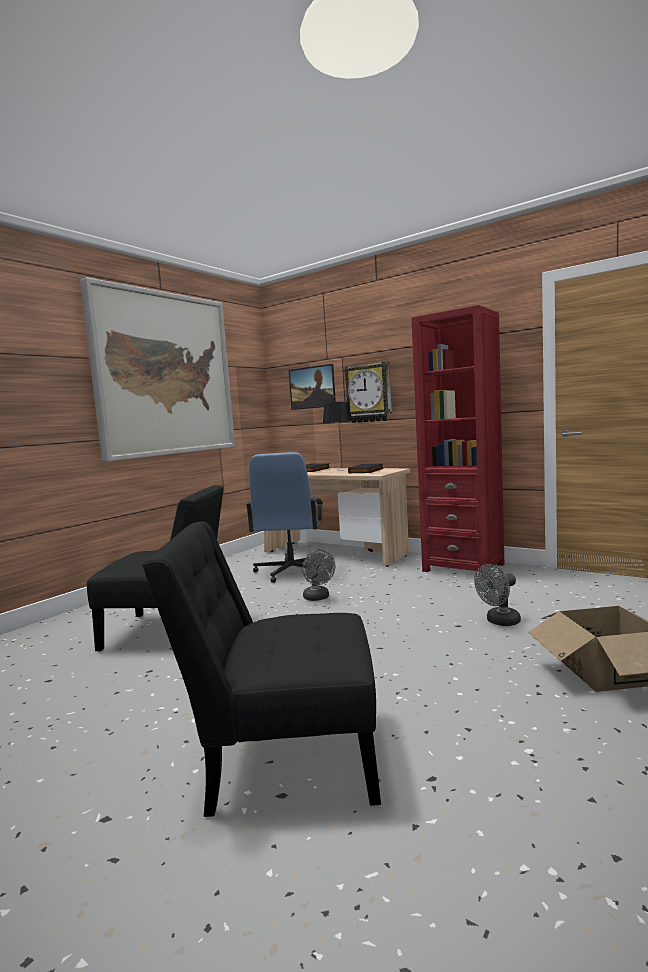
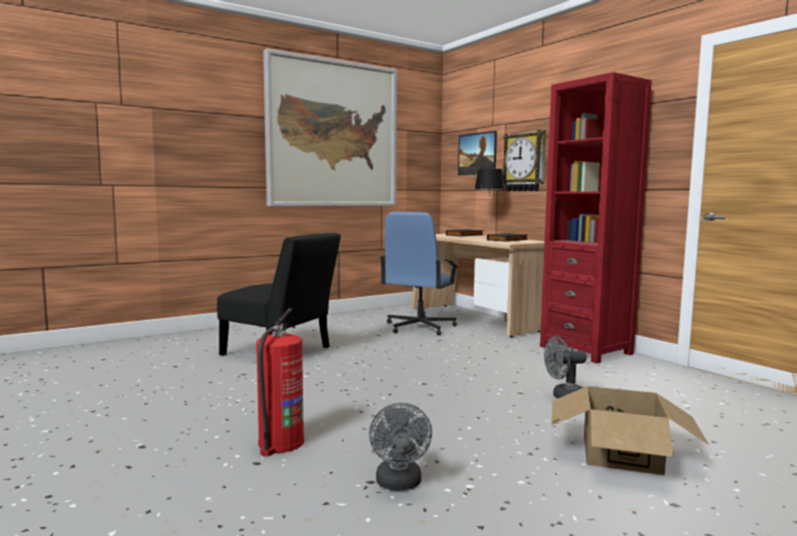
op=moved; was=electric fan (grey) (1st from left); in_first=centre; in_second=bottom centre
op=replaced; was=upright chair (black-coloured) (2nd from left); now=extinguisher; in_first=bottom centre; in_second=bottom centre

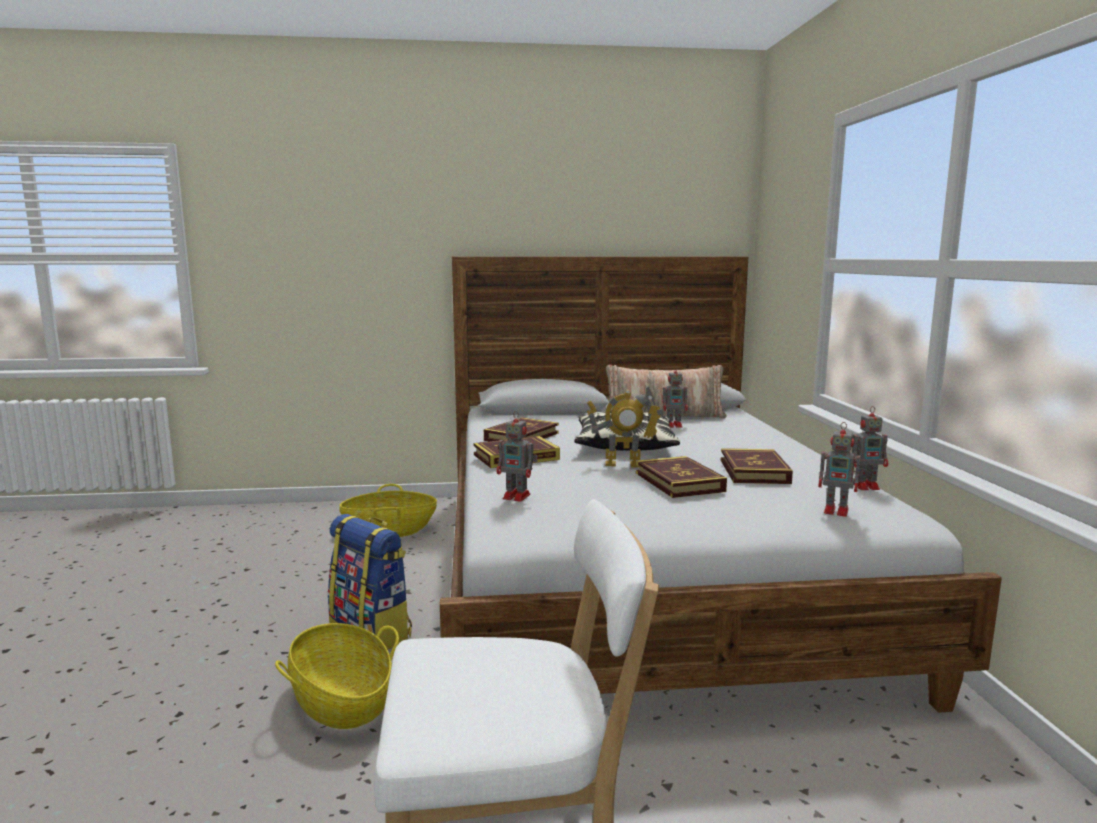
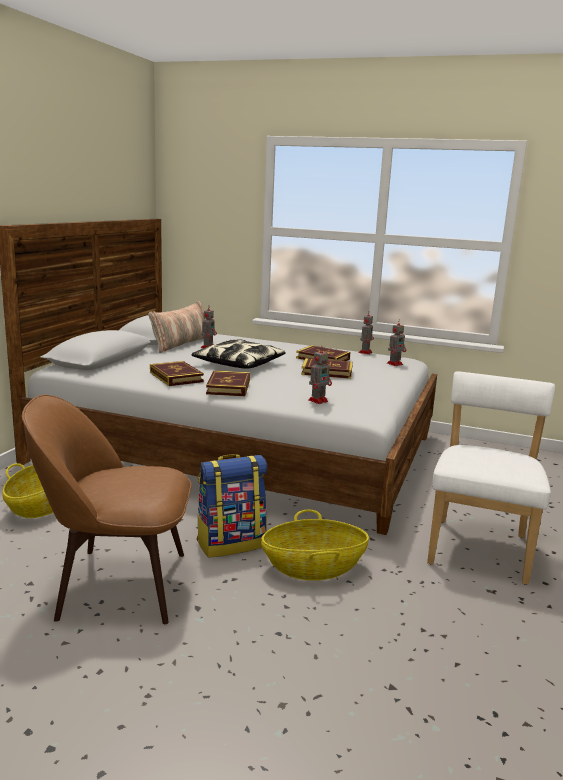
op=removed; was=toy robot (2nd from left); in_first=centre
op=added; now=upright chair (brown); in_second=middle left

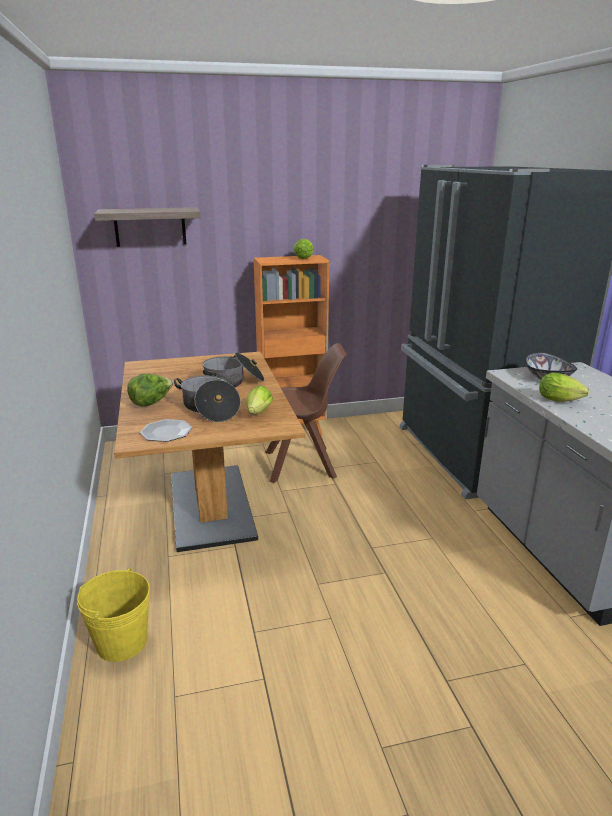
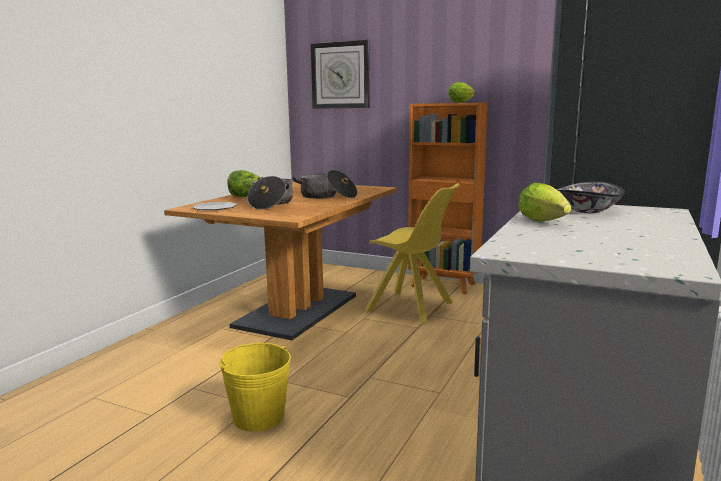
op=removed; was=head of lettuce (2nd from left); in_first=centre
op=moved; was=pail (yellowish); in_first=bottom left; in_second=bottom centre
op=replaced; was=shelf; now=clock on the wall; in_first=top left; in_second=top centre
op=recoloured; was=upright chair (brown); now=upright chair (yellowish); in_first=centre; in_second=centre

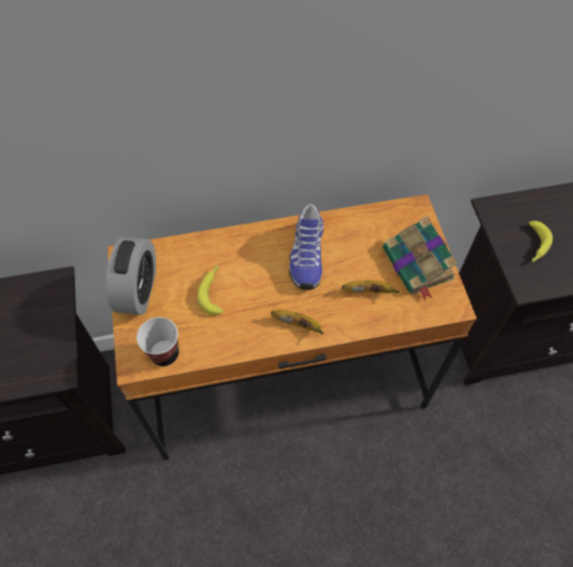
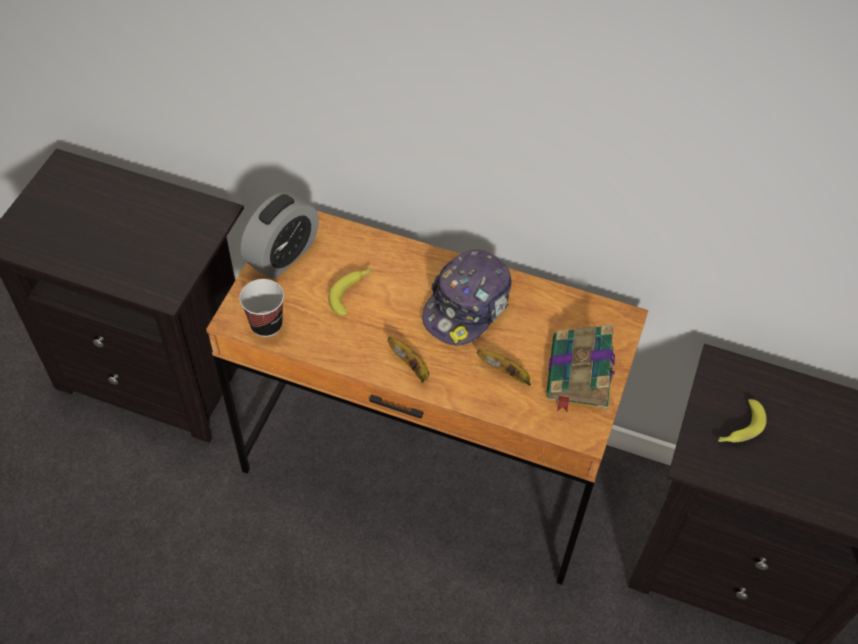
op=replaced; was=shoe; now=cap; in_first=centre; in_second=centre

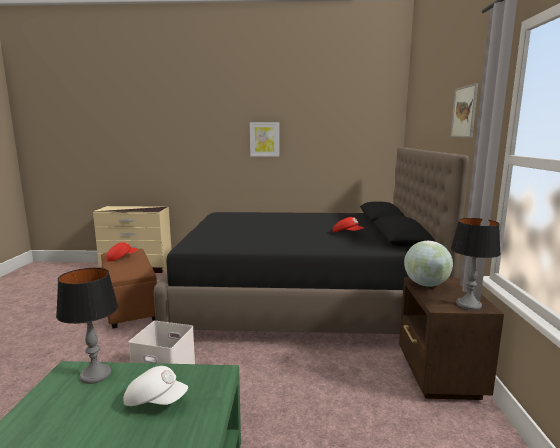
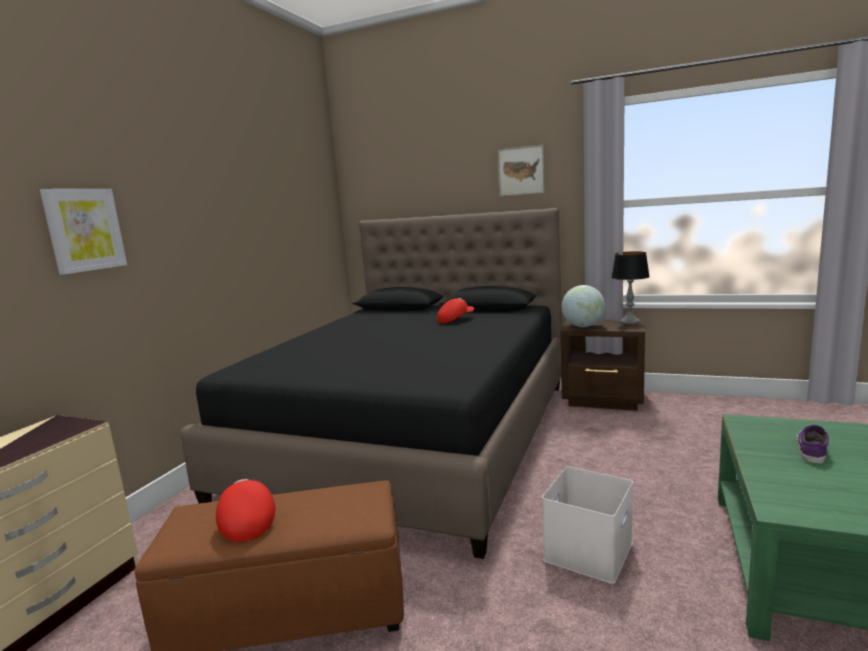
op=removed; was=tabletop lamp (1st from left); in_first=bottom left
op=moved; was=wall art (1st from left); in_first=top centre; in_second=middle left
op=replaced; was=cap (white-coloured); now=shoe (purple); in_first=bottom left; in_second=bottom right

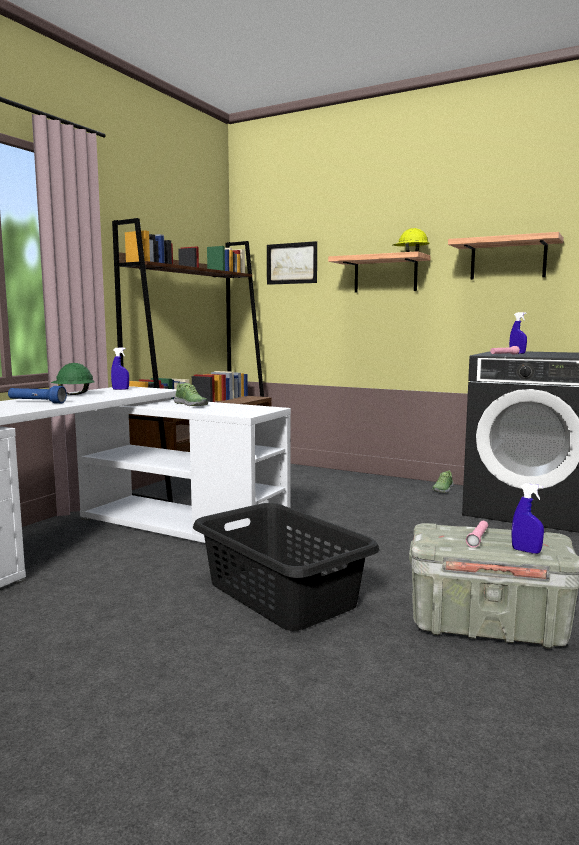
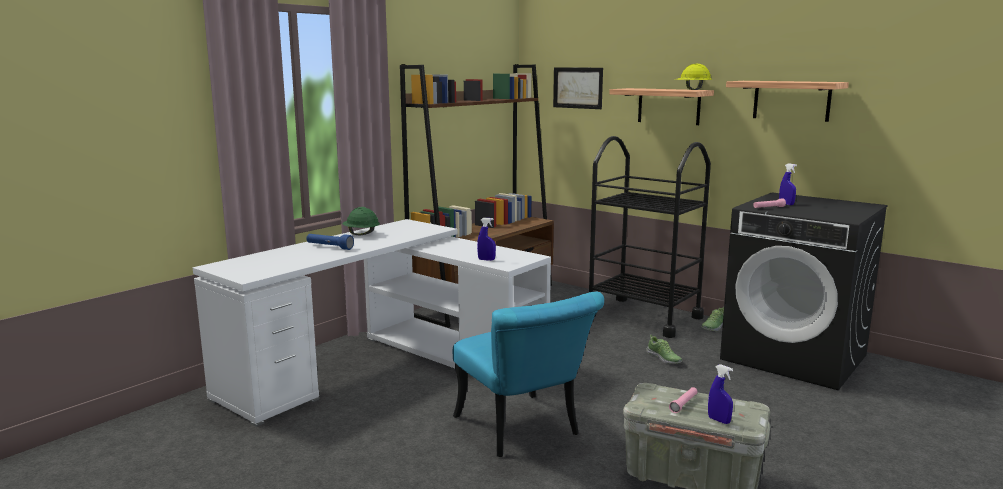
op=added; now=trolley (black-coloured); in_second=centre
op=moved; was=hand sprayer (blue-coloured) (1st from left); in_first=middle left; in_second=centre
op=moved; was=shoe (1st from left); in_first=middle left; in_second=bottom centre
op=replaced; was=laundry basket (black-coloured); now=upright chair (blue-green); in_first=bottom centre; in_second=bottom centre

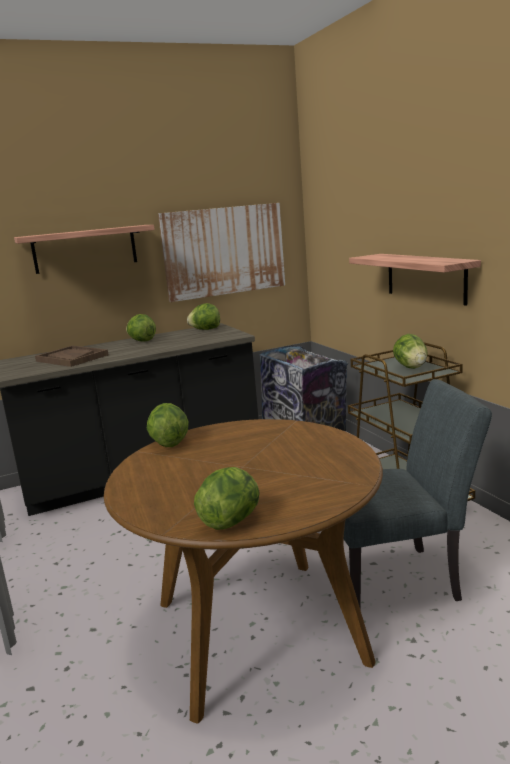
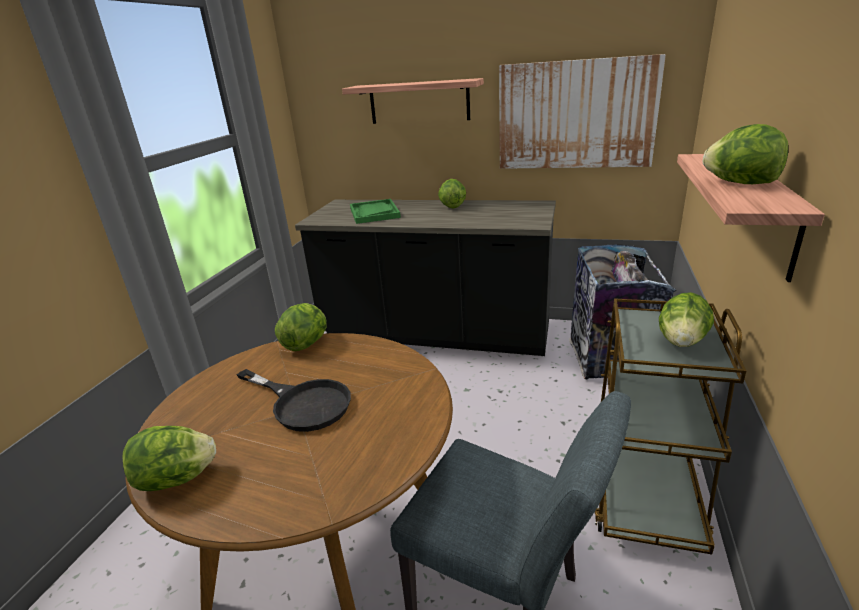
op=added; now=frying pan (black-coloured); in_second=centre
op=moved; was=head of lettuce (3rd from left in the first image); now=head of lettuce (5th from left); in_first=centre; in_second=top right
op=recoloured; was=carrying tray (brown); now=carrying tray (greenish); in_first=middle left; in_second=centre

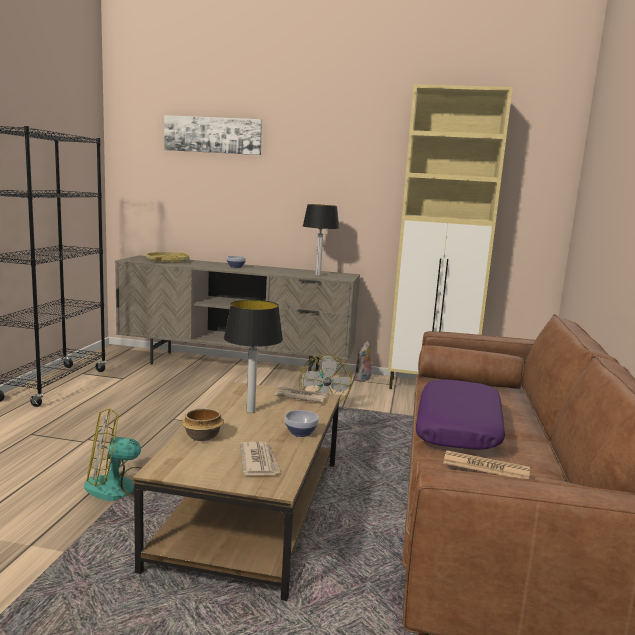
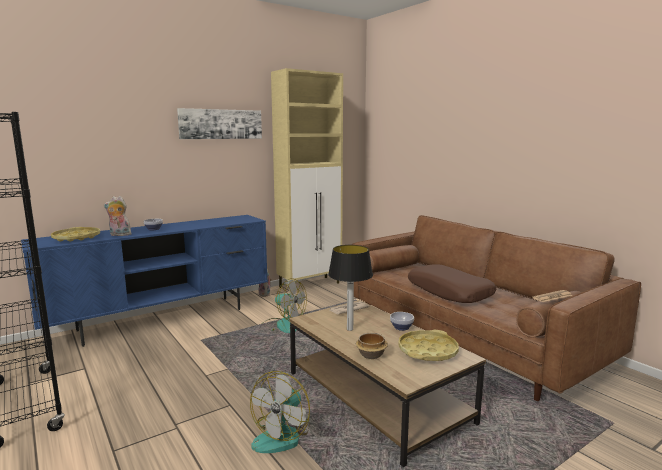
op=removed; was=tabletop lamp (2nd from left); in_first=centre
op=added; now=soft toy (1st from left); in_second=middle left
op=moved; was=wall art; in_first=top centre; in_second=top left
op=replaced; was=newspaper (1st from left); now=carrying tray (yellowish) (2nd from left); in_first=bottom centre; in_second=bottom centre
op=recoloured; was=media console (sand-coloured); now=media console (blue-coloured); in_first=centre; in_second=middle left
op=recoloured; was=cushion (purple); now=cushion (brown); in_first=middle right; in_second=middle right

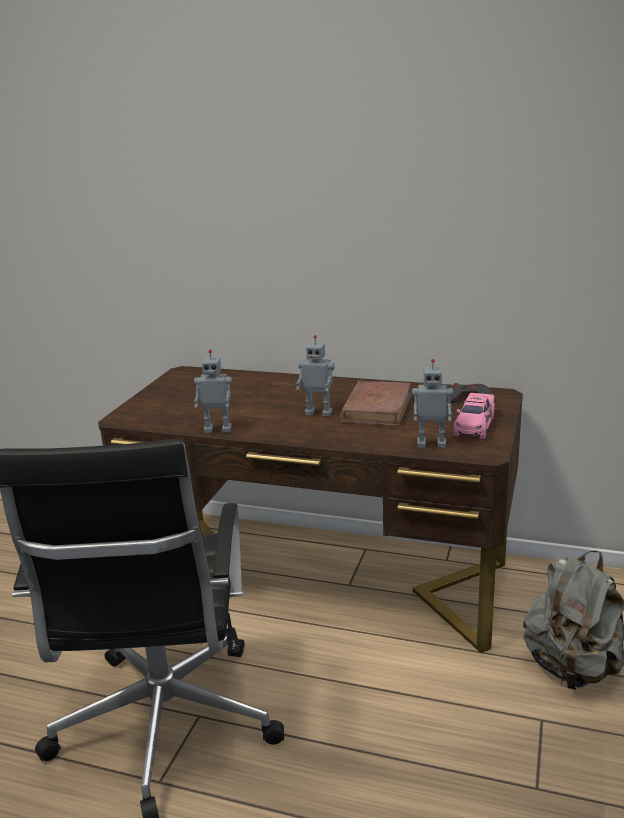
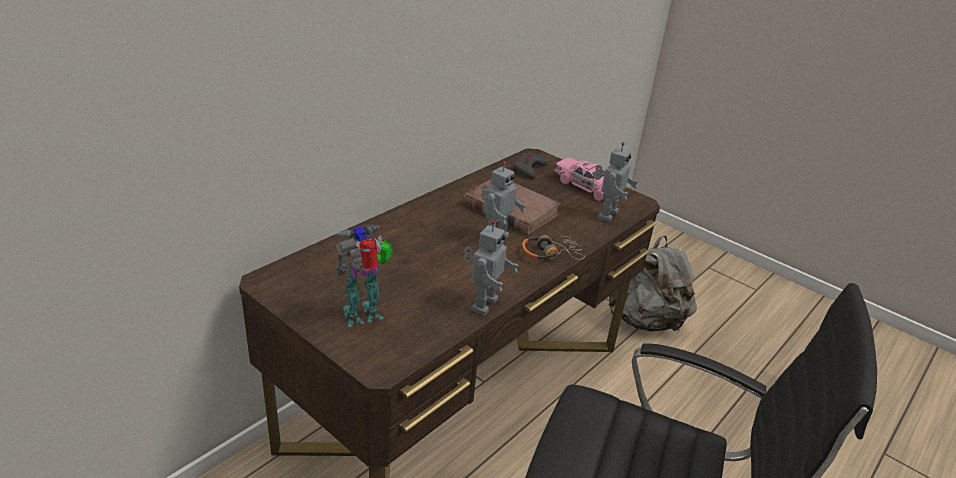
op=added; now=toy robot (1st from left); in_second=centre
op=added; now=pair of headphones; in_second=centre

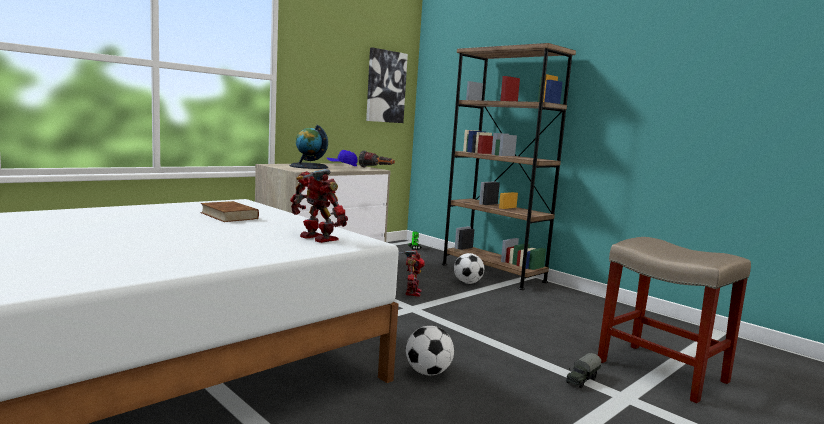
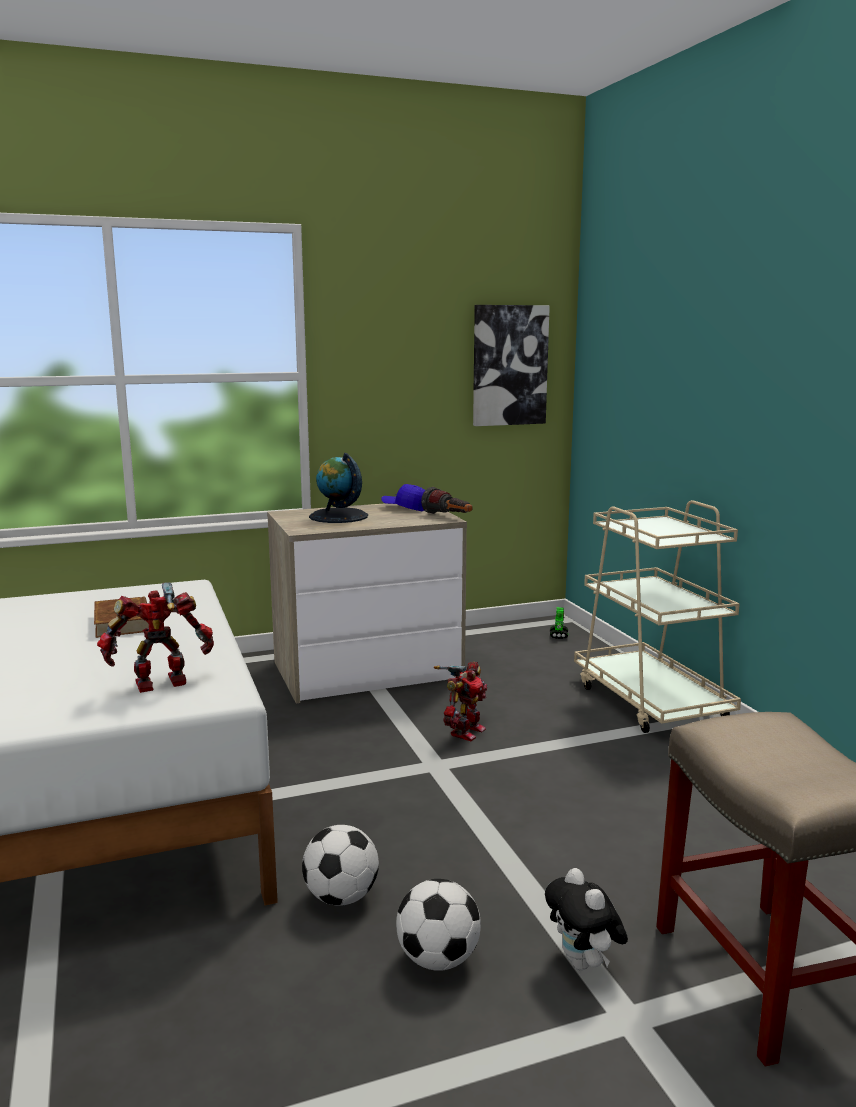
op=moved; was=ball for football (2nd from left); in_first=centre; in_second=bottom centre
op=replaced; was=shelving unit (brown); now=trolley (sand-coloured); in_first=centre; in_second=middle right
op=replaced; was=toy truck; now=soft toy; in_first=bottom right; in_second=bottom right
op=turned; was=toy robot (1st from left); in_first=centre; in_second=middle left; clockwise=-90

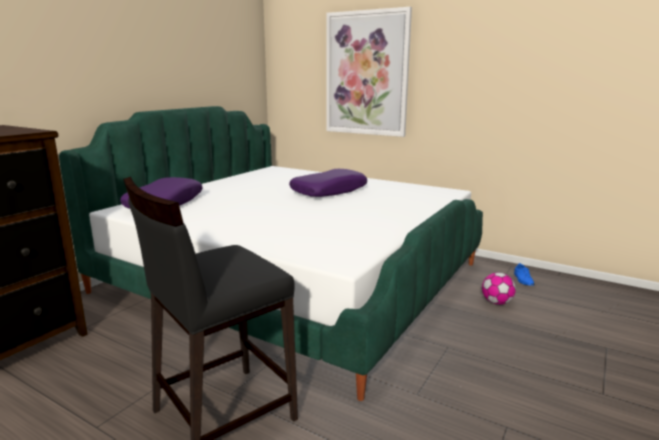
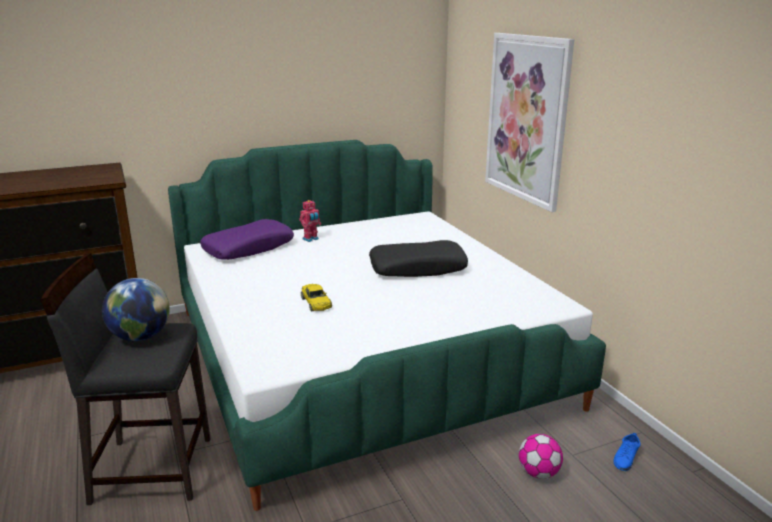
op=added; now=desk globe; in_second=middle left
op=added; now=toy robot; in_second=centre
op=added; now=model car (yellowish); in_second=centre
op=recoloured; was=cushion (purple) (2nd from left); now=cushion (black-coloured); in_first=centre; in_second=centre

